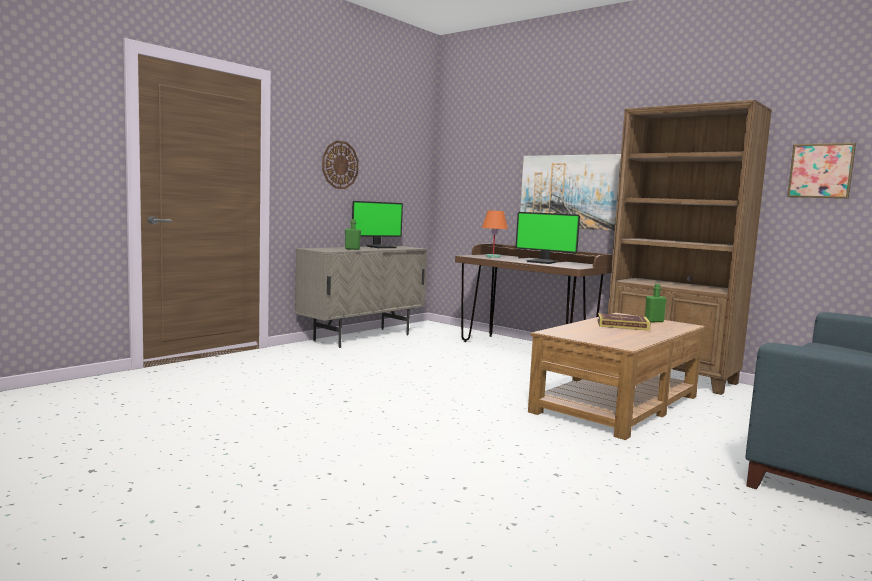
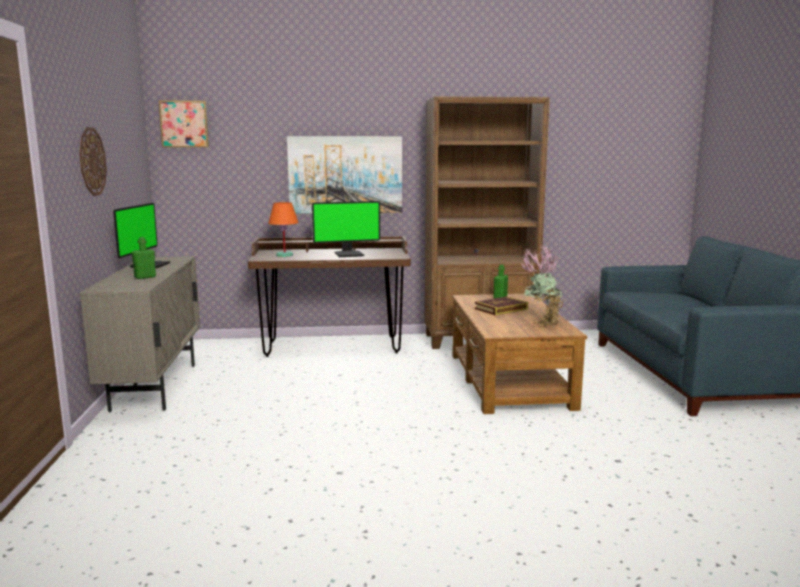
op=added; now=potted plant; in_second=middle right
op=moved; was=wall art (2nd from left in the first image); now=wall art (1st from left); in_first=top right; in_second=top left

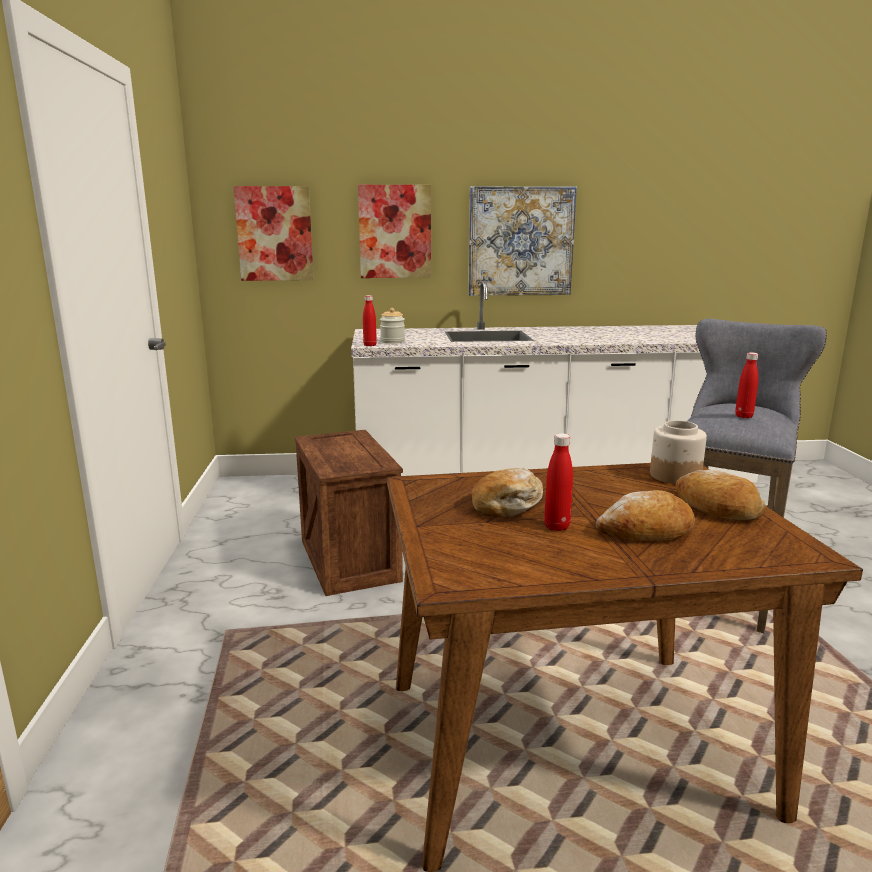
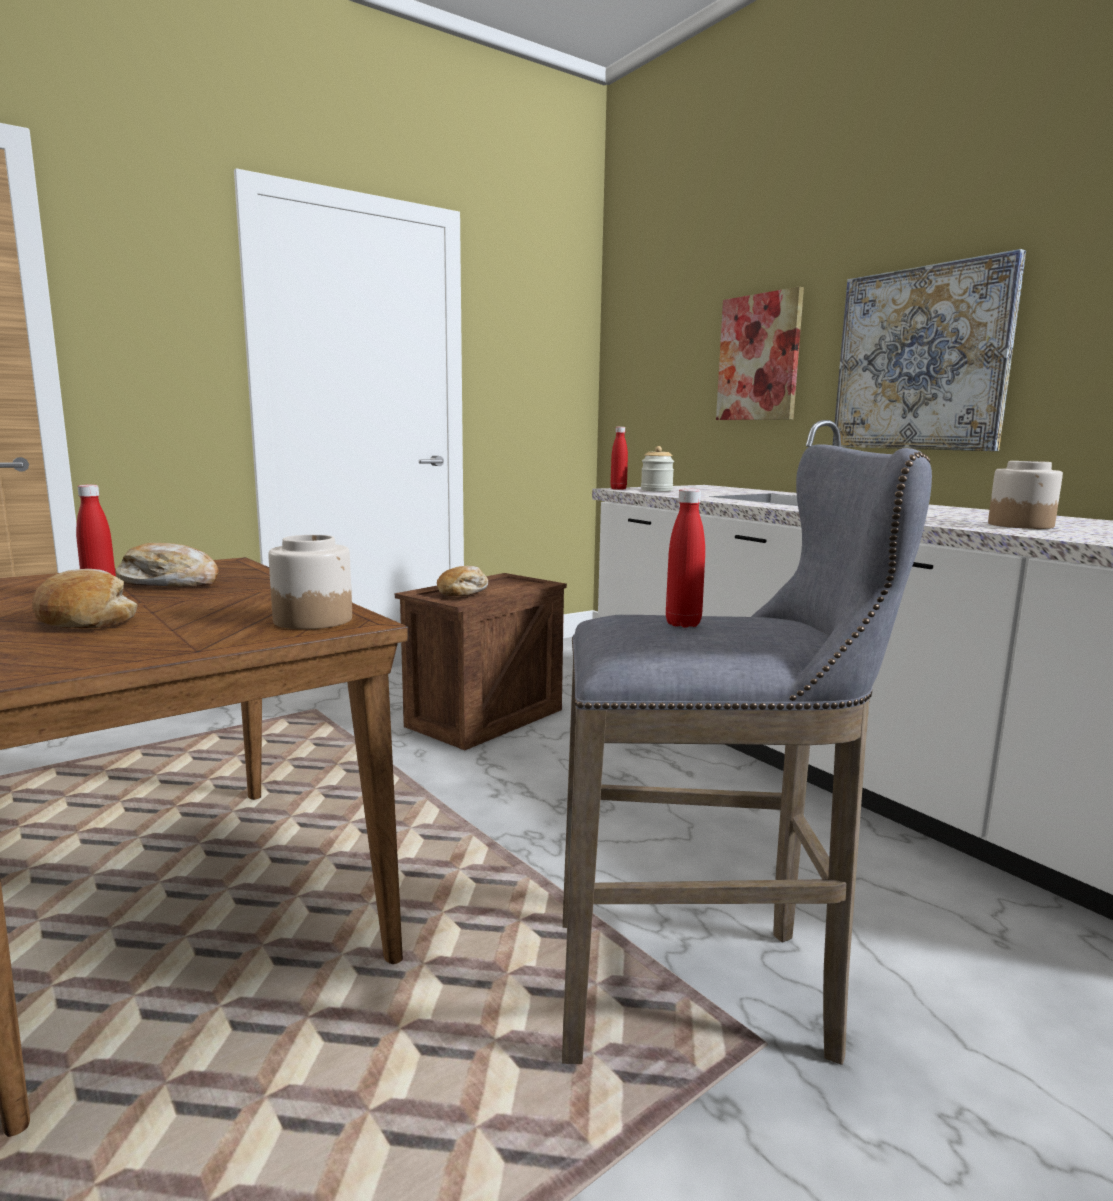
op=removed; was=wall art (1st from left); in_first=top left
op=added; now=jar (3rd from left); in_second=middle right
op=moved; was=bread (3rd from left); in_first=middle right; in_second=centre

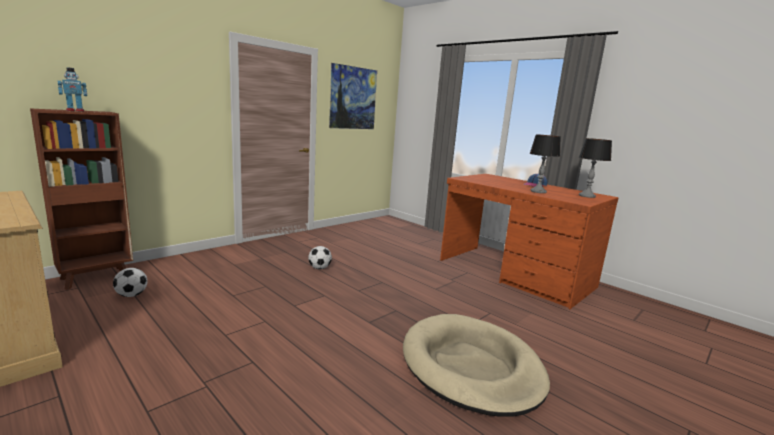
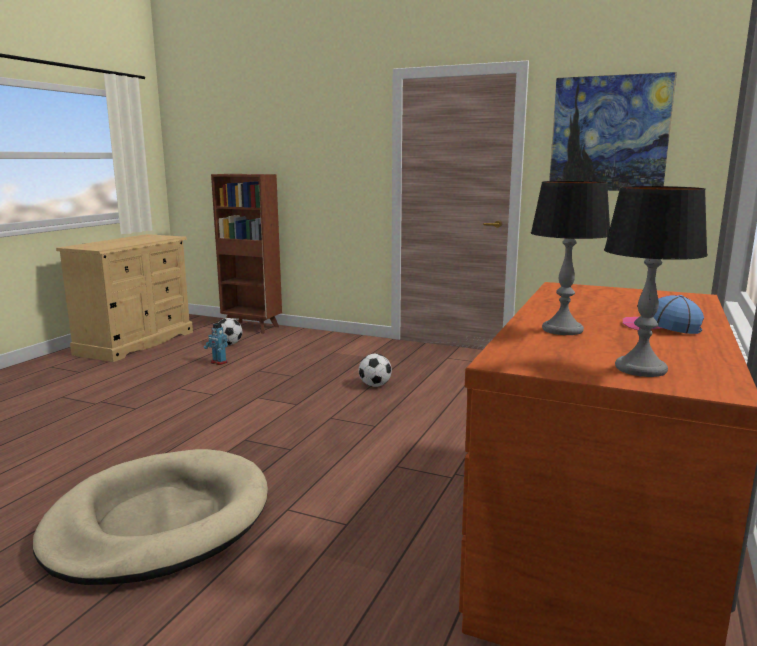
op=moved; was=toy robot; in_first=top left; in_second=middle left

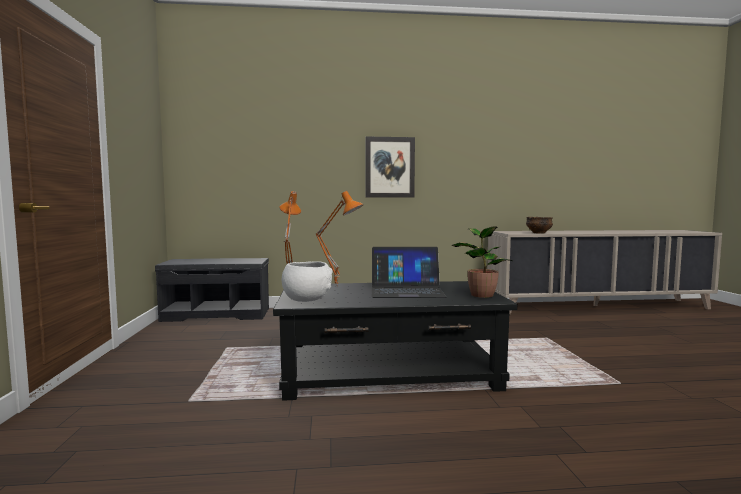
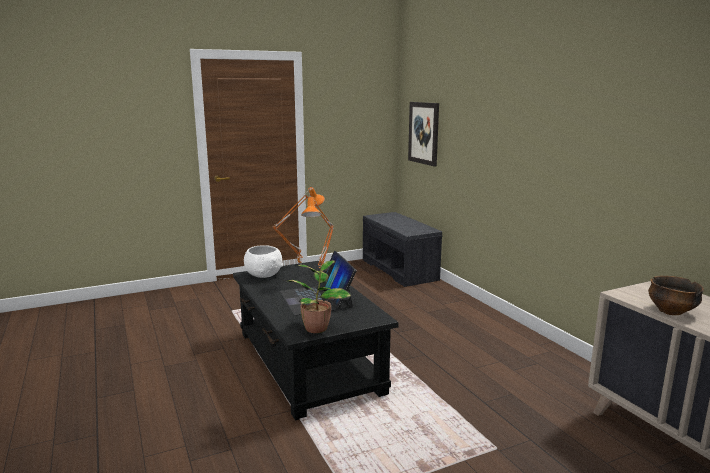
op=moved; was=wall art; in_first=centre; in_second=top centre

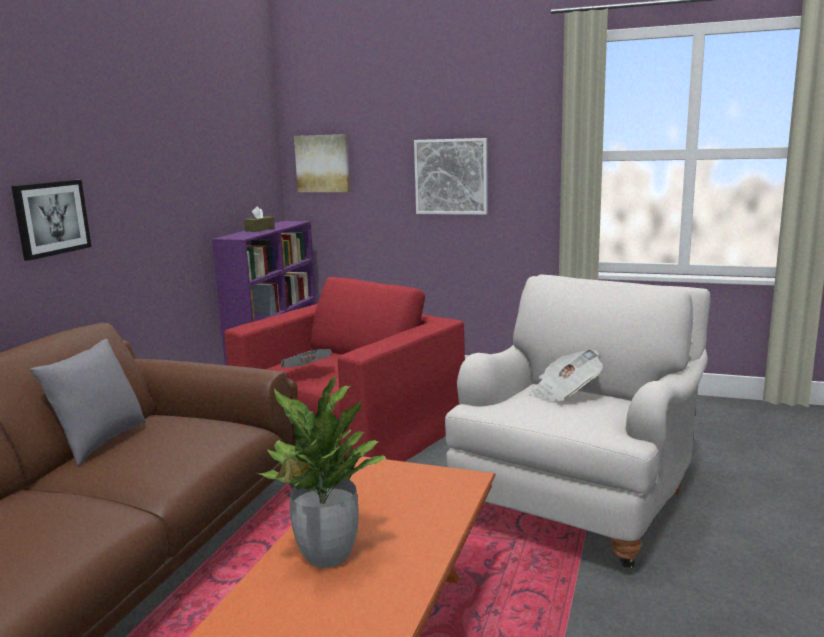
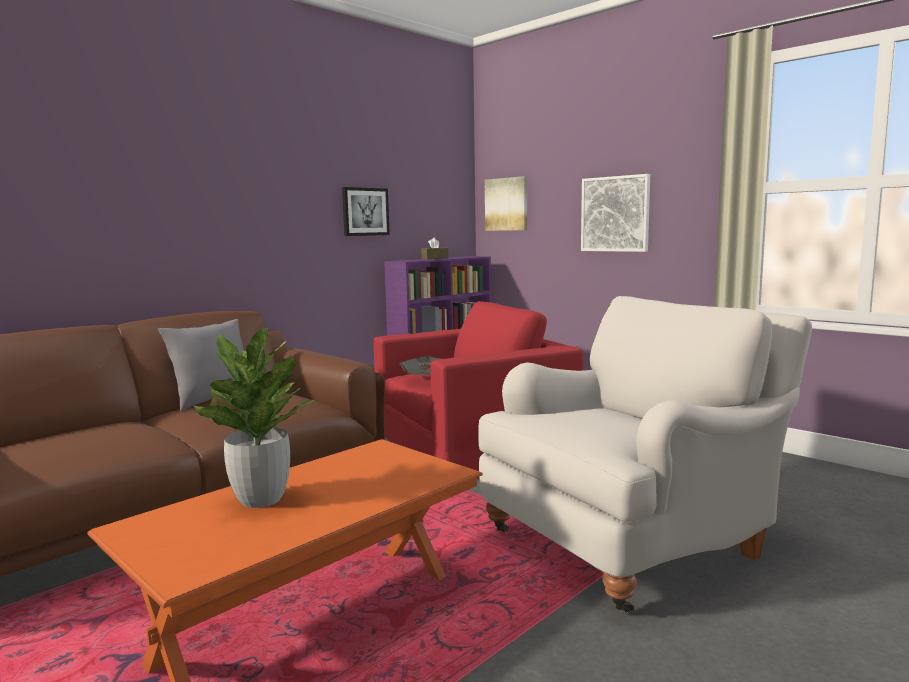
op=removed; was=newspaper (2nd from left); in_first=middle right
op=moved; was=wall art (1st from left); in_first=middle left; in_second=top centre

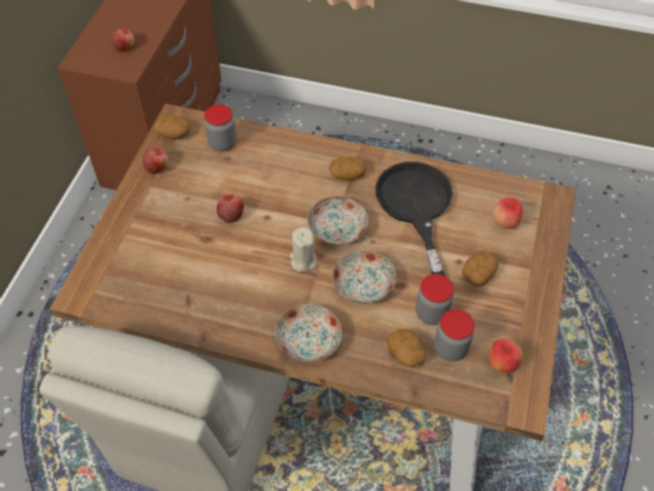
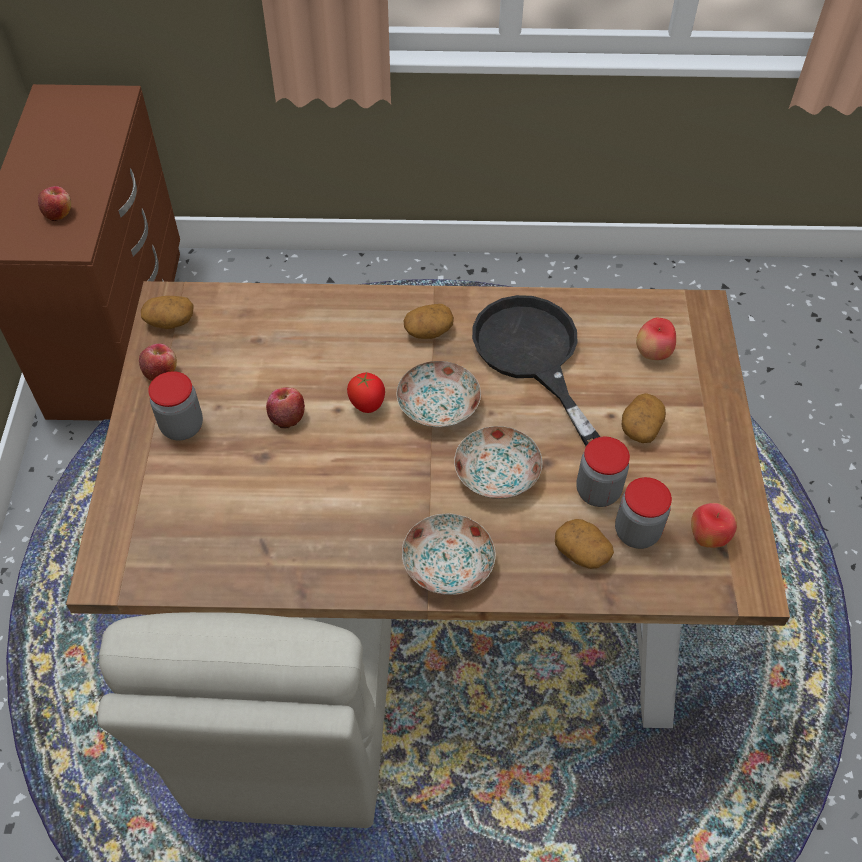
op=removed; was=wax candle (sand-coloured); in_first=centre
op=added; now=fresh tomato; in_second=centre
op=moved; was=jar (1st from left); in_first=top centre; in_second=middle left

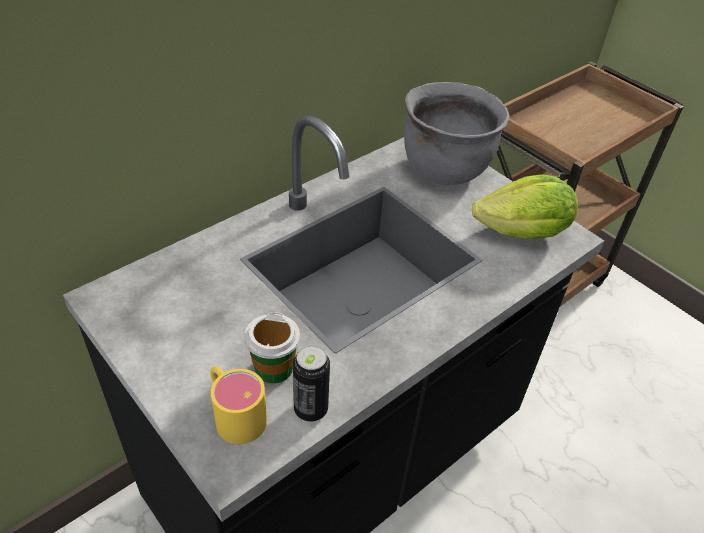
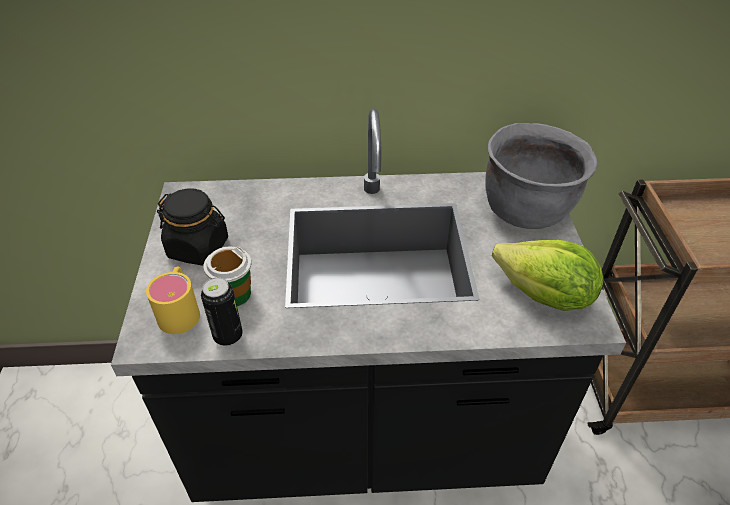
op=added; now=jar (black-coloured); in_second=middle left

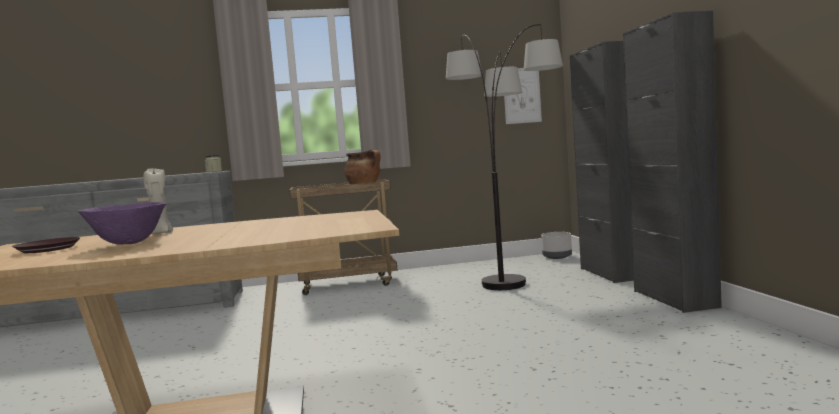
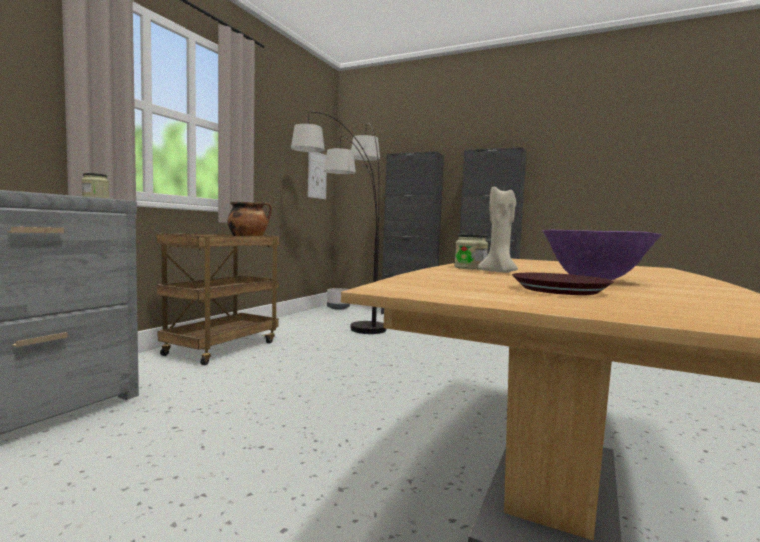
op=added; now=jar (2nd from left); in_second=centre

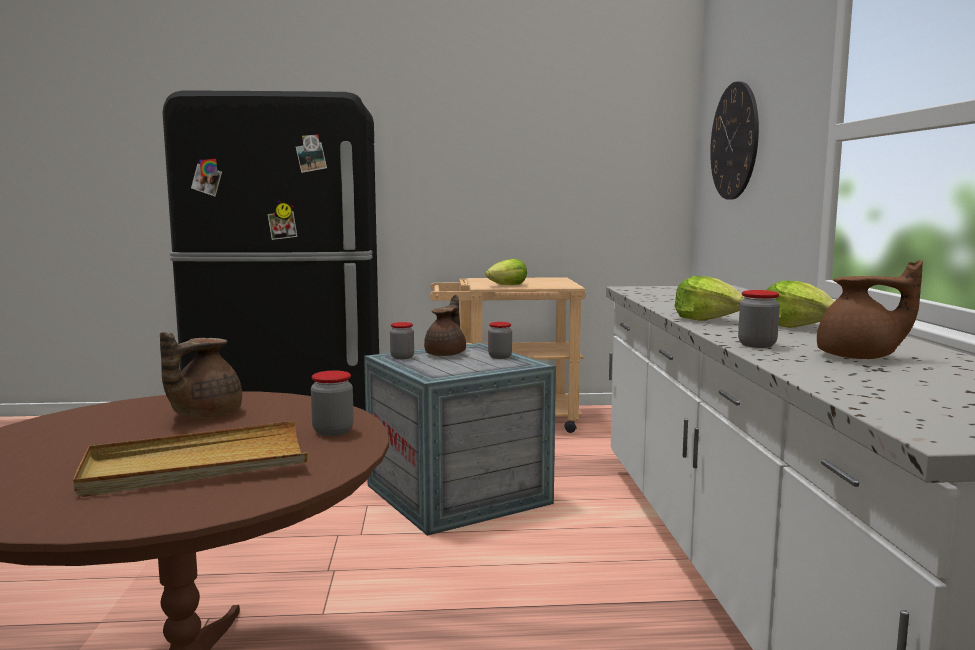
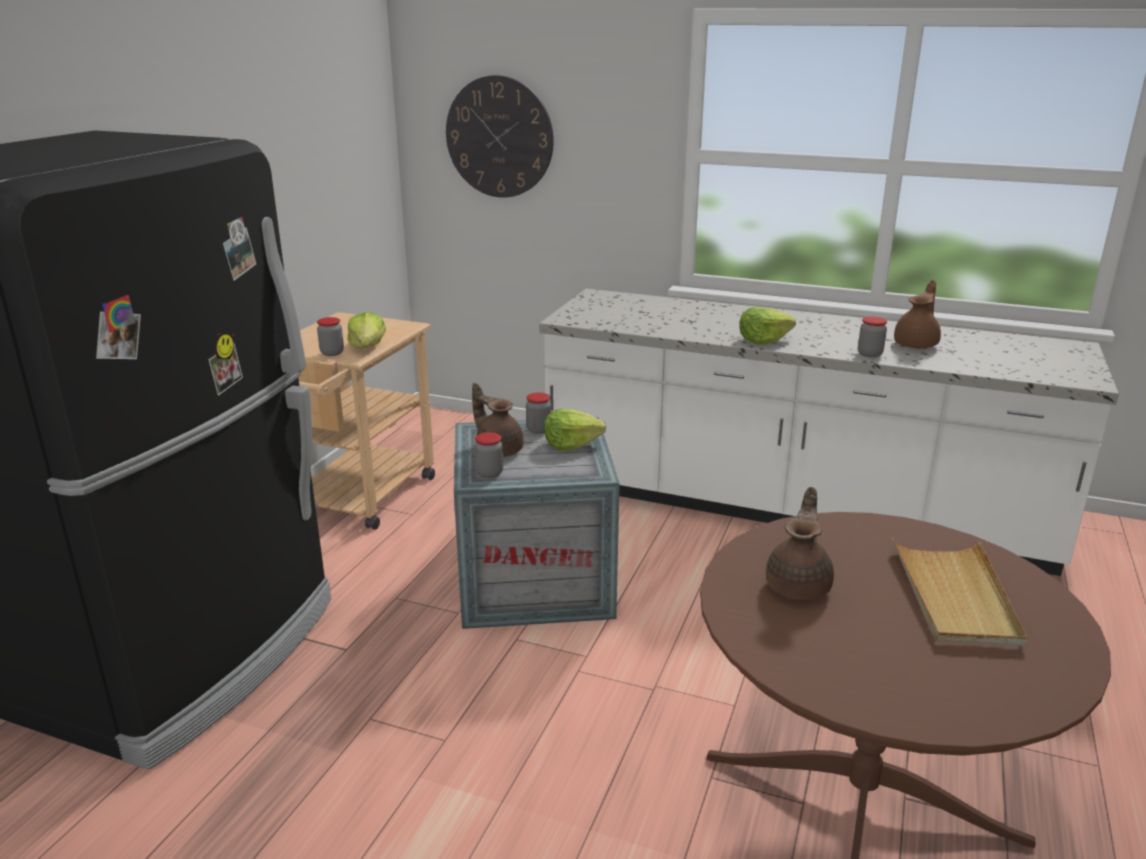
op=moved; was=jar (1st from left); in_first=centre; in_second=middle left
op=moved; was=head of lettuce (3rd from left in the first image); now=head of lettuce (2nd from left); in_first=middle right; in_second=centre
op=turned; was=tea pot (brown) (1st from left in the first image); in_first=middle left; in_second=middle right; clockwise=-120

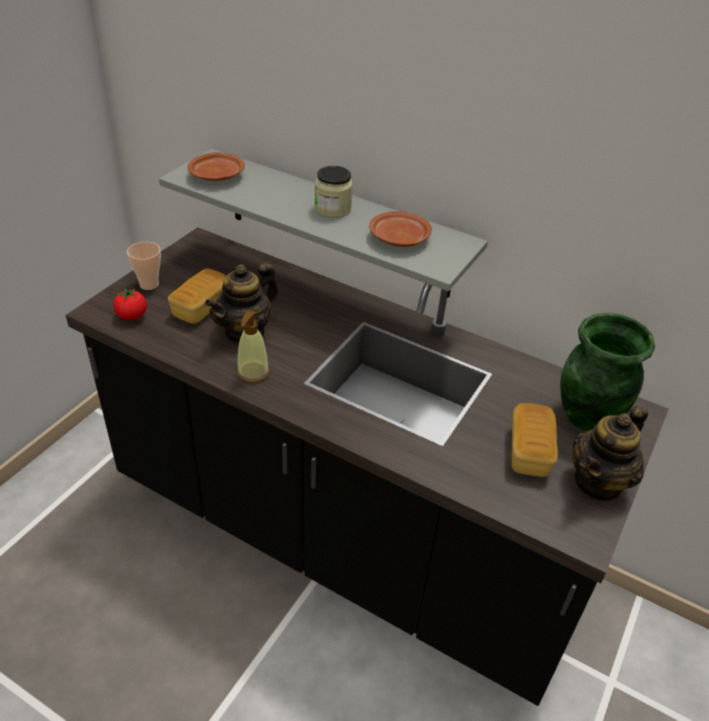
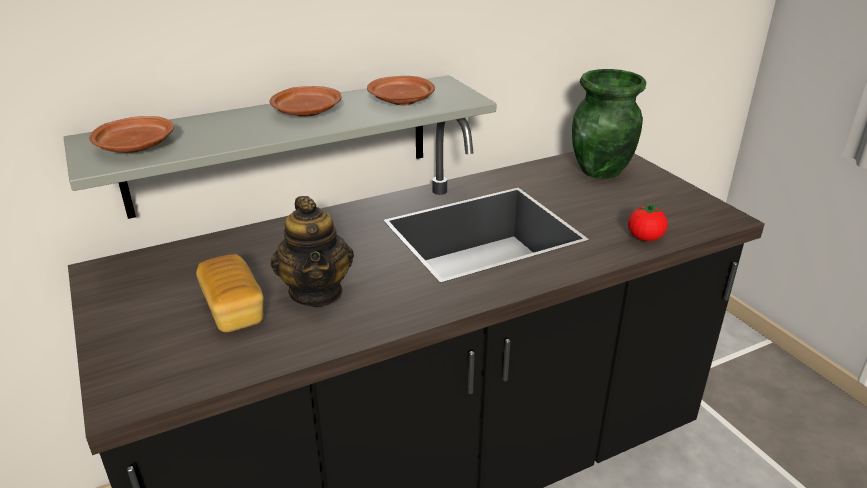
op=removed; was=drinking cup; in_first=middle left
op=removed; was=soap dispenser; in_first=centre
op=removed; was=bread (2nd from left); in_first=middle right
op=removed; was=tea pot (2nd from left); in_first=middle right
op=moved; was=fresh tomato; in_first=middle left; in_second=middle right
op=replaced; was=jar; now=plate (brown) (2nd from left); in_first=top centre; in_second=top centre

